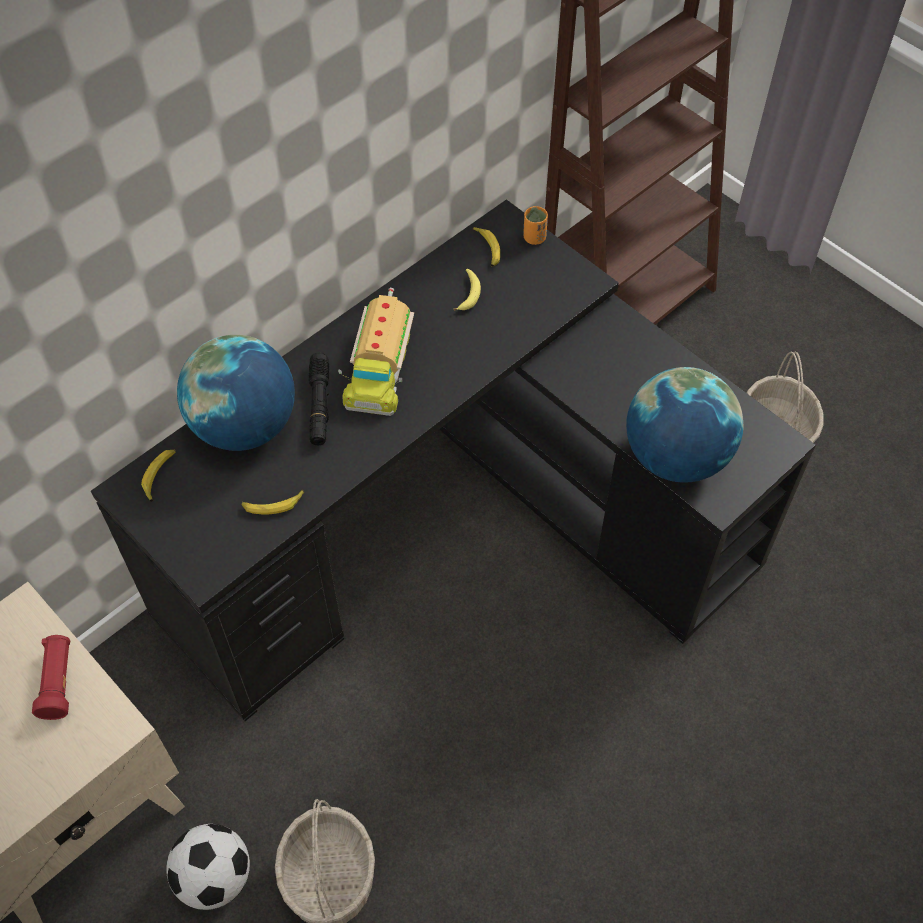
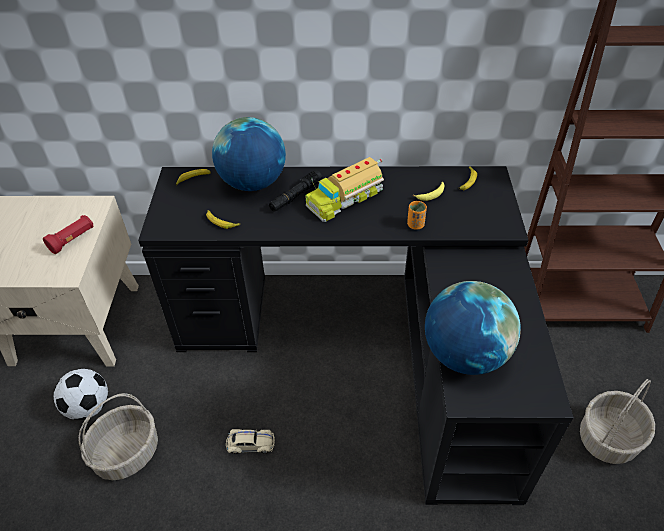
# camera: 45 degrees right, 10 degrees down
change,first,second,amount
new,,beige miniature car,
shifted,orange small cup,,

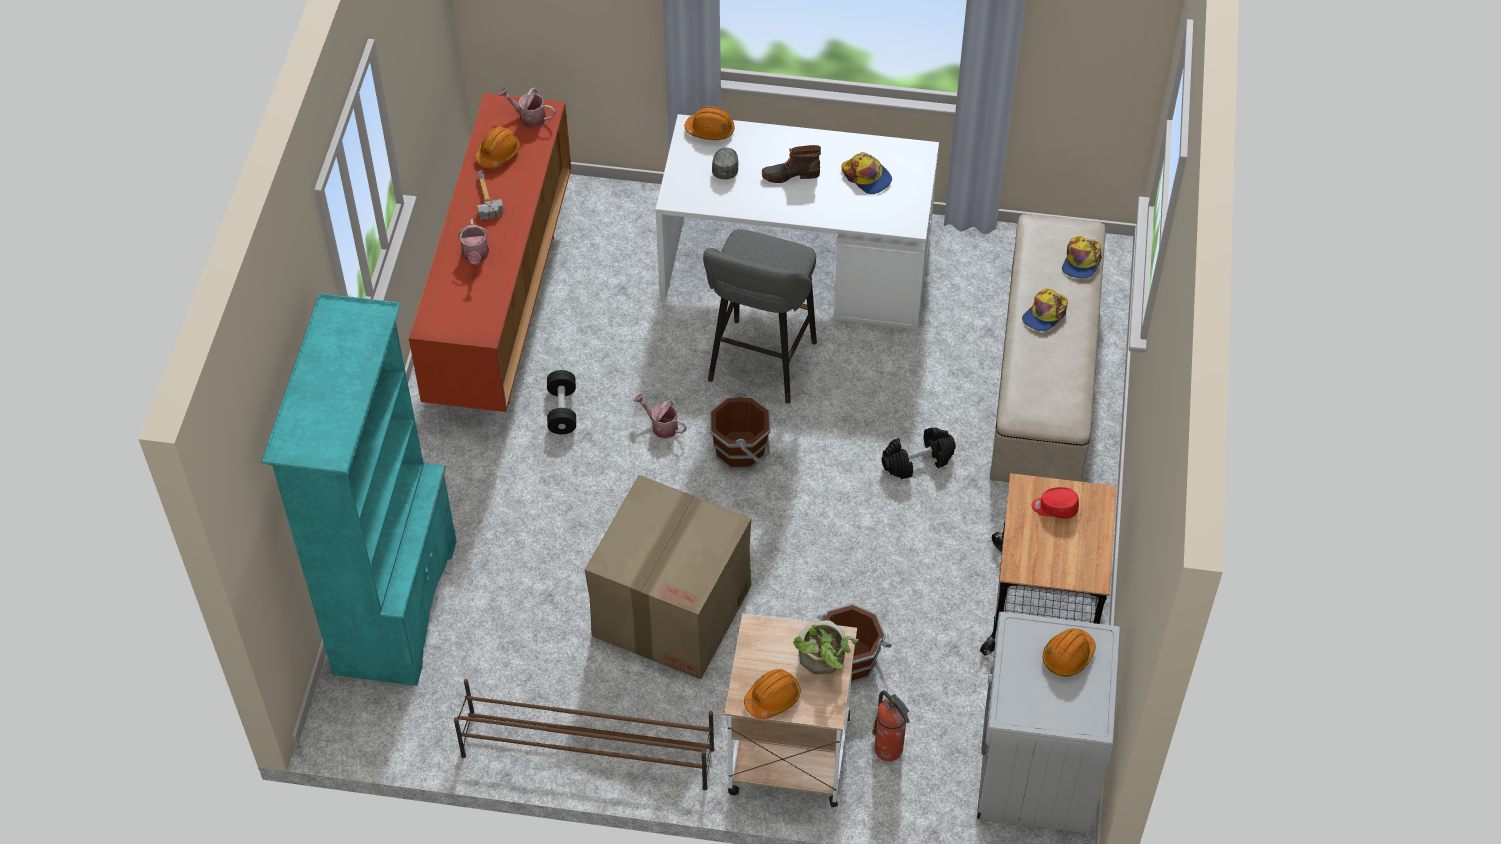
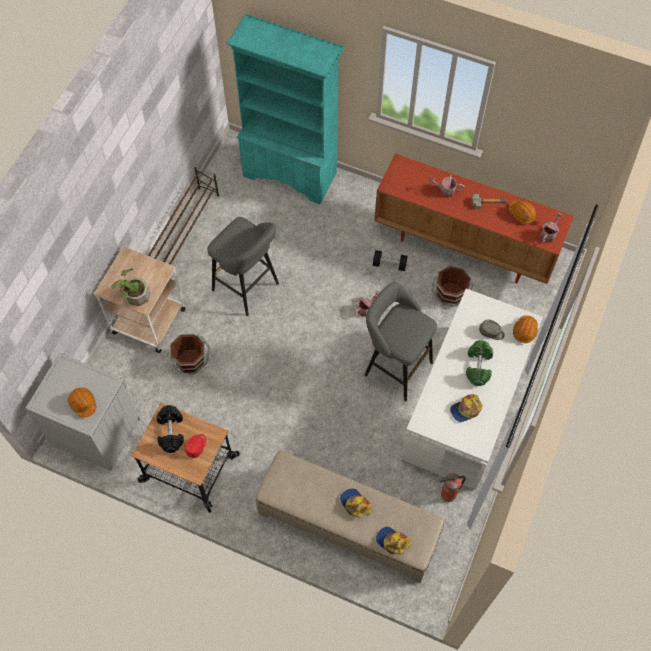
# camera: 105 degrees right, 10 degrees up
change,first,second,amount
gone,orange work helmet (no. 3 from left),,
shifted,brown bucket (no. 1 from left in the first image),brown bucket (no. 2 from left),
shifted,extinguisher,,
shifted,black-coloured dumbbell (no. 2 from left in the first image),black-coloured dumbbell (no. 1 from left),
swapped,packing box,greyish stool seat (no. 1 from left),
swapped,boot,green dumbbell,

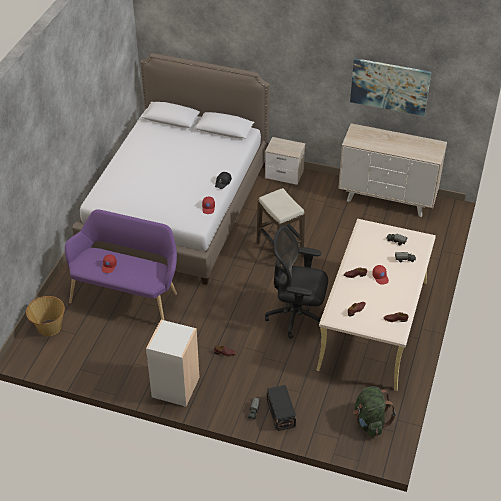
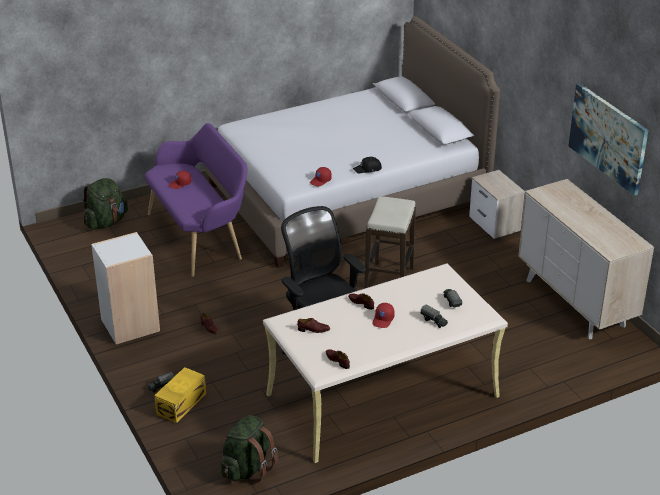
# camera: 45 degrees right, 10 degrees down
change,first,second,amount
swapped,storage basket,green knapsack (no. 1 from left),
repainted,black-coloured storage container,yellowish storage container,

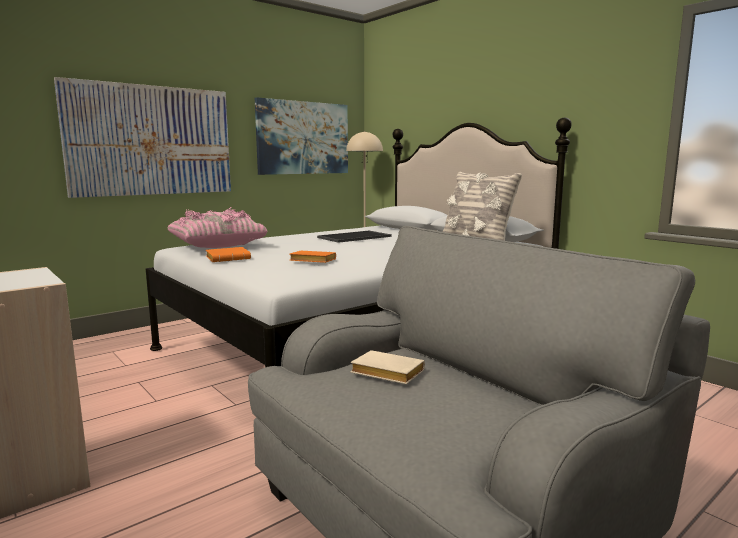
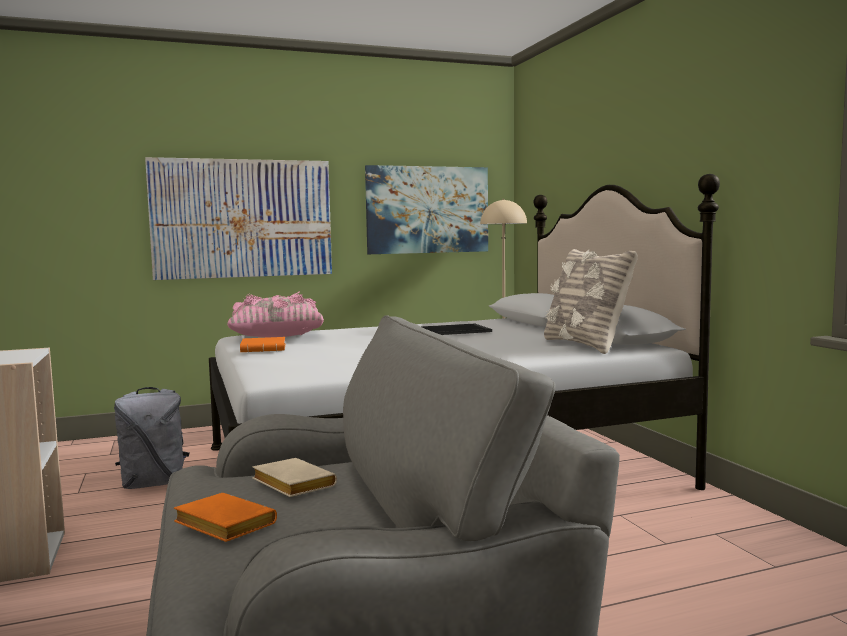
# camera: 20 degrees right, 5 degrees down
change,first,second,amount
new,,greyish knapsack,
shifted,orange volume (no. 2 from left in the first image),orange volume (no. 1 from left),

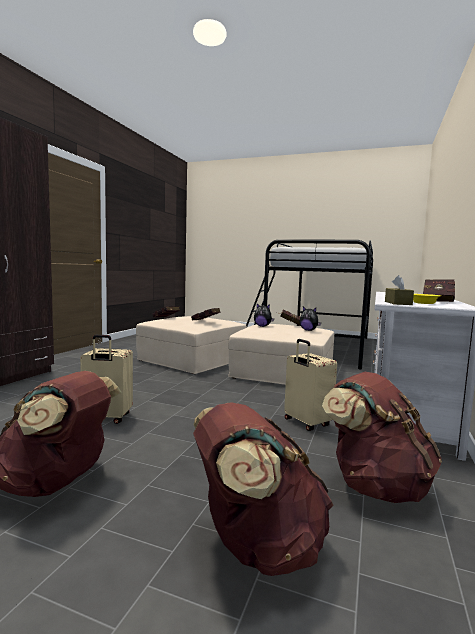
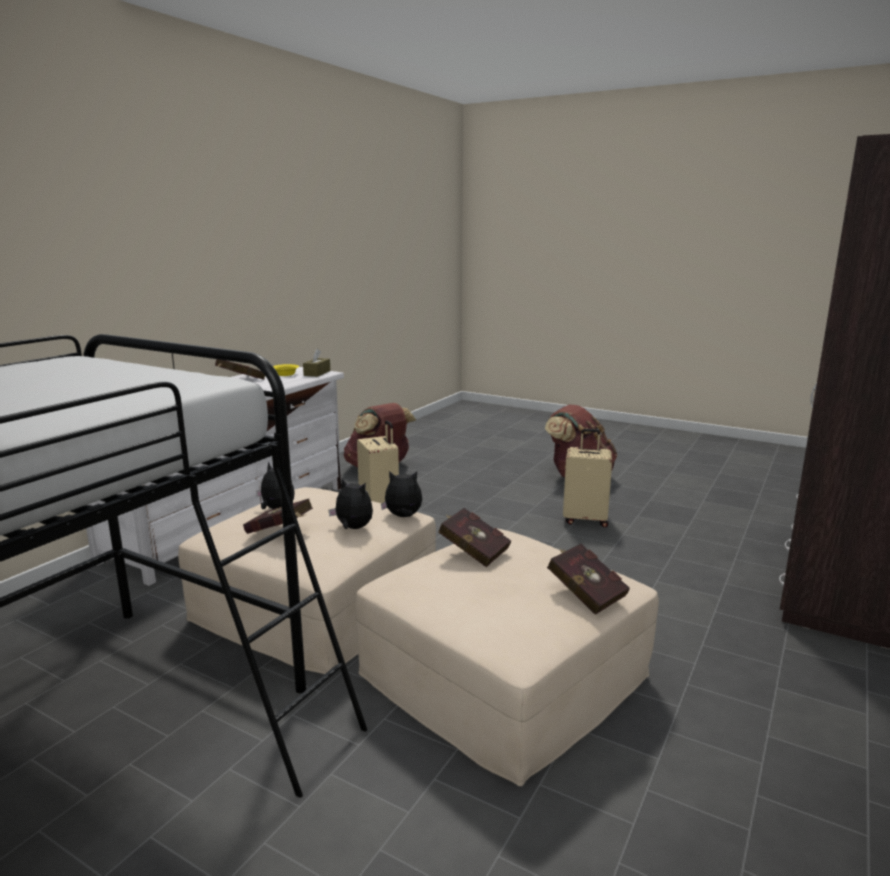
# camera: 170 degrees left, 10 degrees up
change,first,second,amount
gone,brown knapsack (no. 2 from left),,
new,,cuddly toy (no. 3 from left),

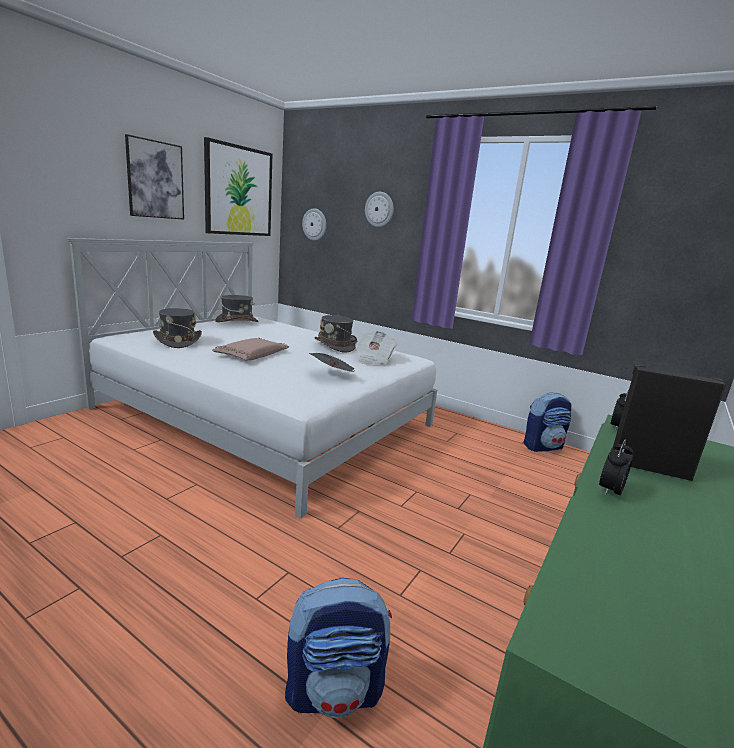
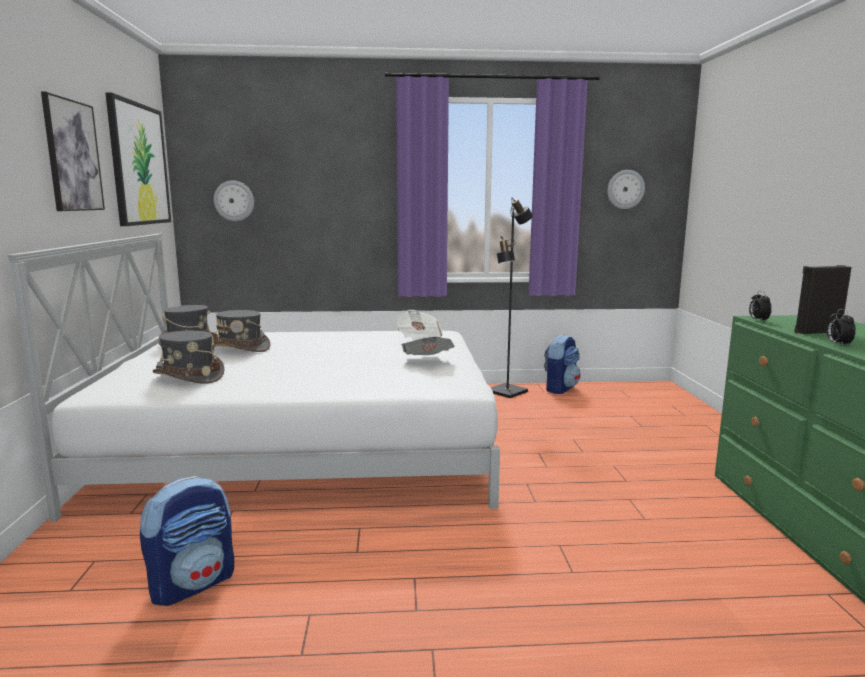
# camera: 35 degrees left, 5 degrees down
change,first,second,amount
gone,beige throw pillow,,
new,,black-coloured standing lamp,
shifted,knapsack (no. 1 from left),,
shifted,greyish wearable hat (no. 3 from left),,
shifted,wall clock (no. 2 from left),,

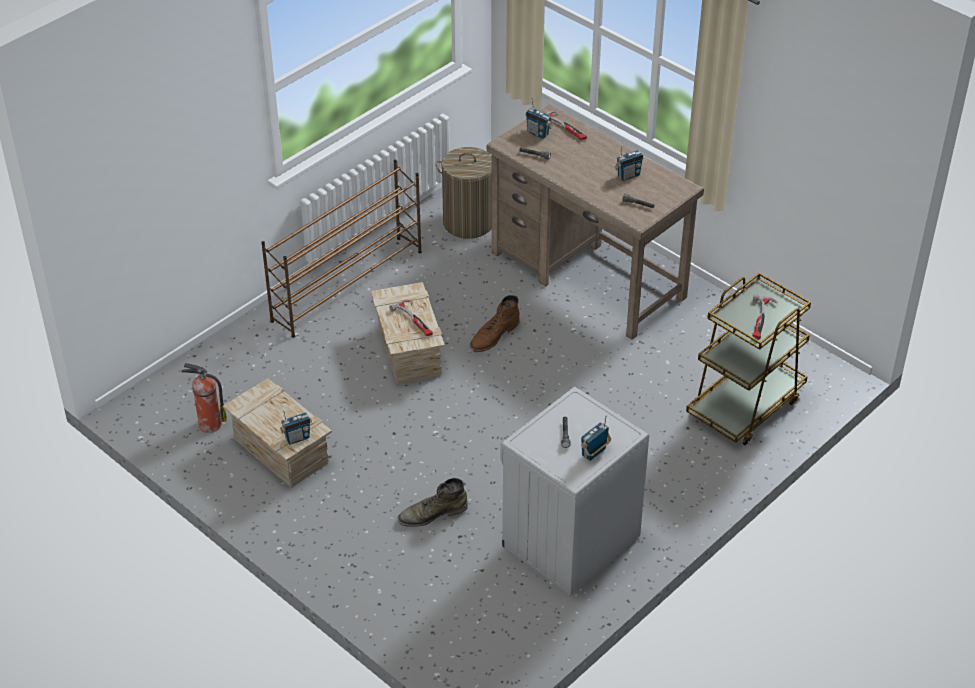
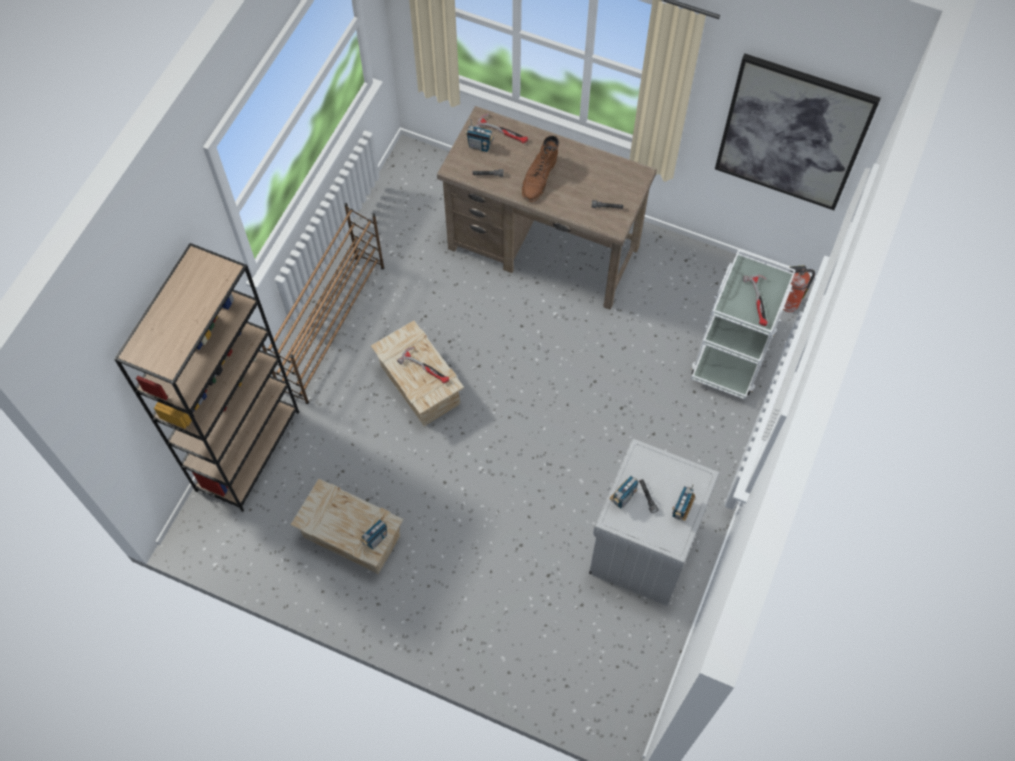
# camera: 20 degrees left, 20 degrees up
change,first,second,amount
gone,green boot,,
gone,washing basket,,
new,,beige bookshelf,
new,,wall picture,
shifted,extinguisher,,
shifted,brown boot,,
shifted,radio receiver (no. 4 from left in the first image),radio receiver (no. 3 from left),
repainted,brown trolley,white-coloured trolley,

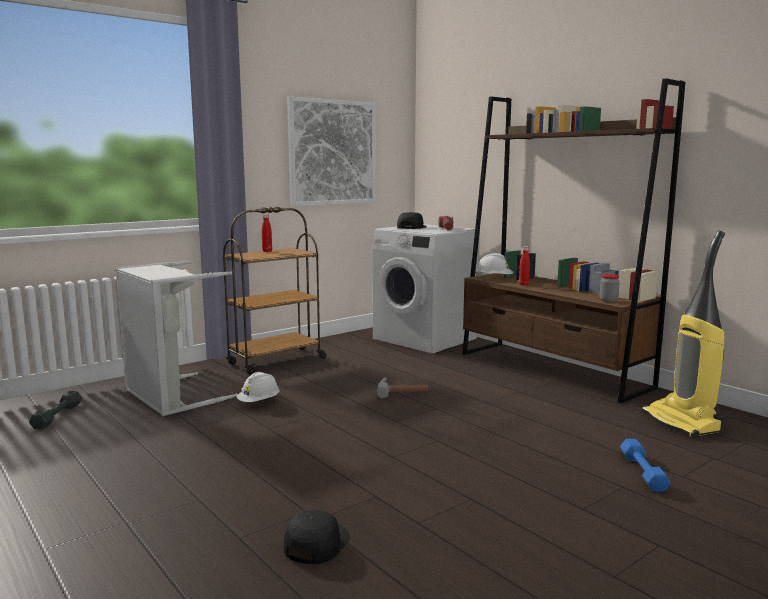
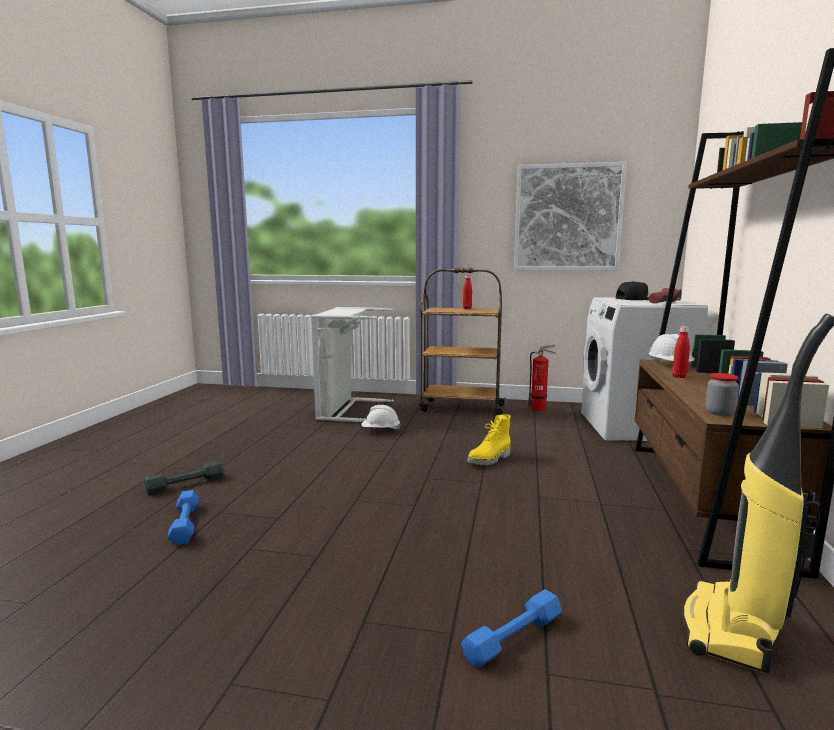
# camera: 50 degrees right, 0 degrees up
change,first,second,amount
new,,extinguisher,
shifted,greyish dumbbell,,
swapped,black-coloured peaked cap (no. 1 from left),blue-coloured dumbbell (no. 1 from left),
swapped,hammer,yellowish boot,

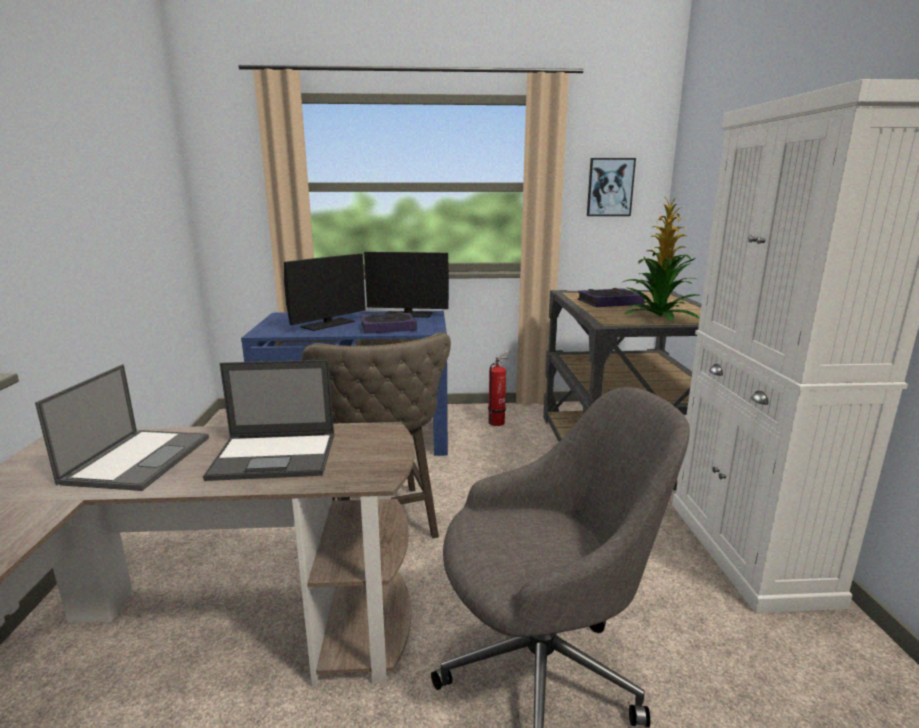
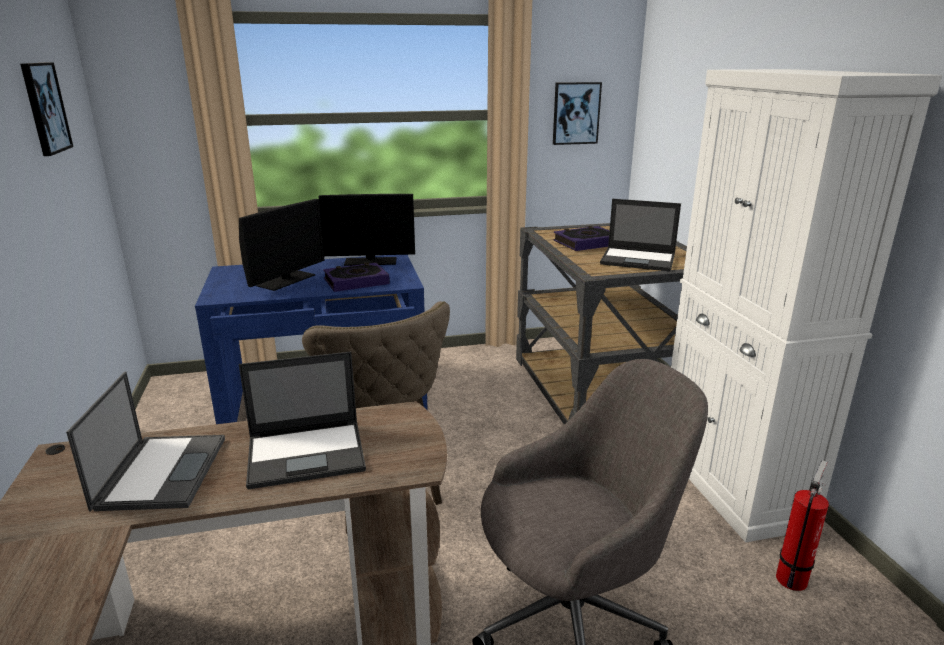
# camera: 10 degrees left, 5 degrees up
change,first,second,amount
new,,wall picture (no. 1 from left),
shifted,extinguisher,,
swapped,potted plant,portable computer (no. 3 from left),

